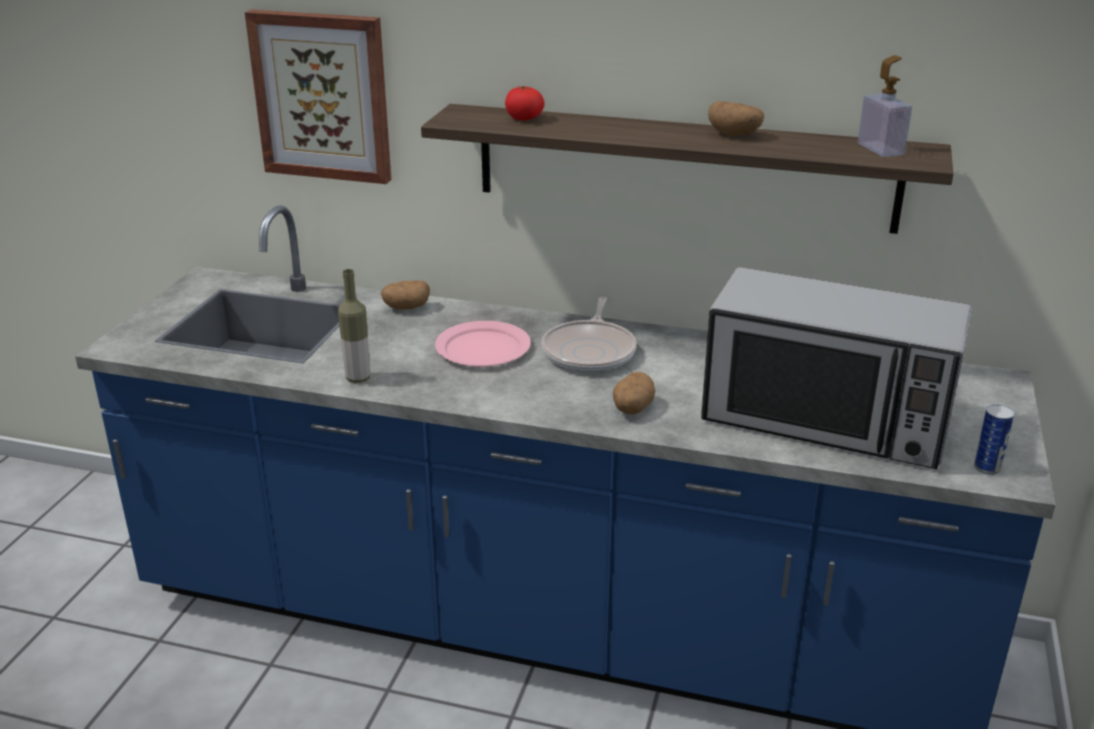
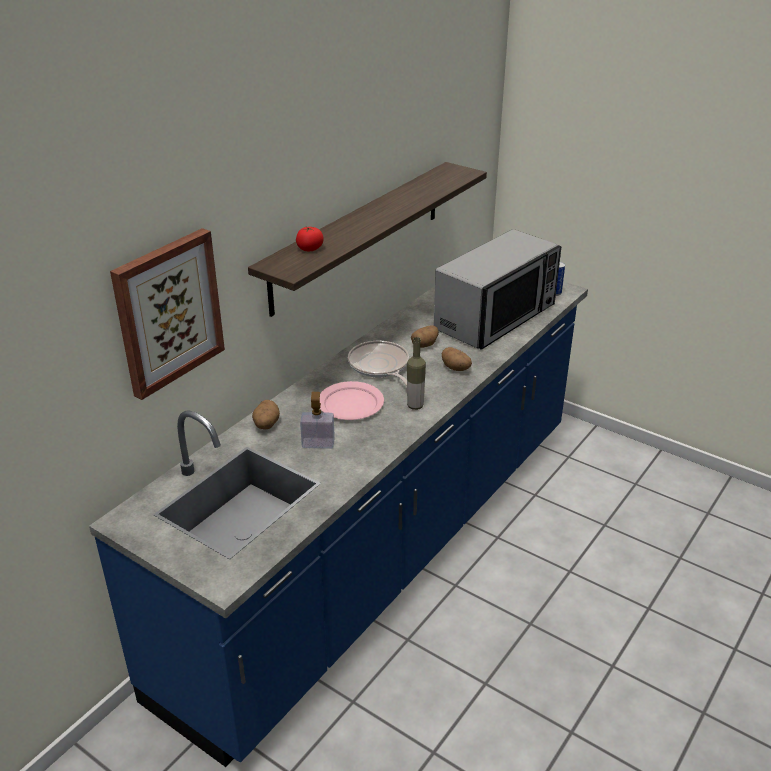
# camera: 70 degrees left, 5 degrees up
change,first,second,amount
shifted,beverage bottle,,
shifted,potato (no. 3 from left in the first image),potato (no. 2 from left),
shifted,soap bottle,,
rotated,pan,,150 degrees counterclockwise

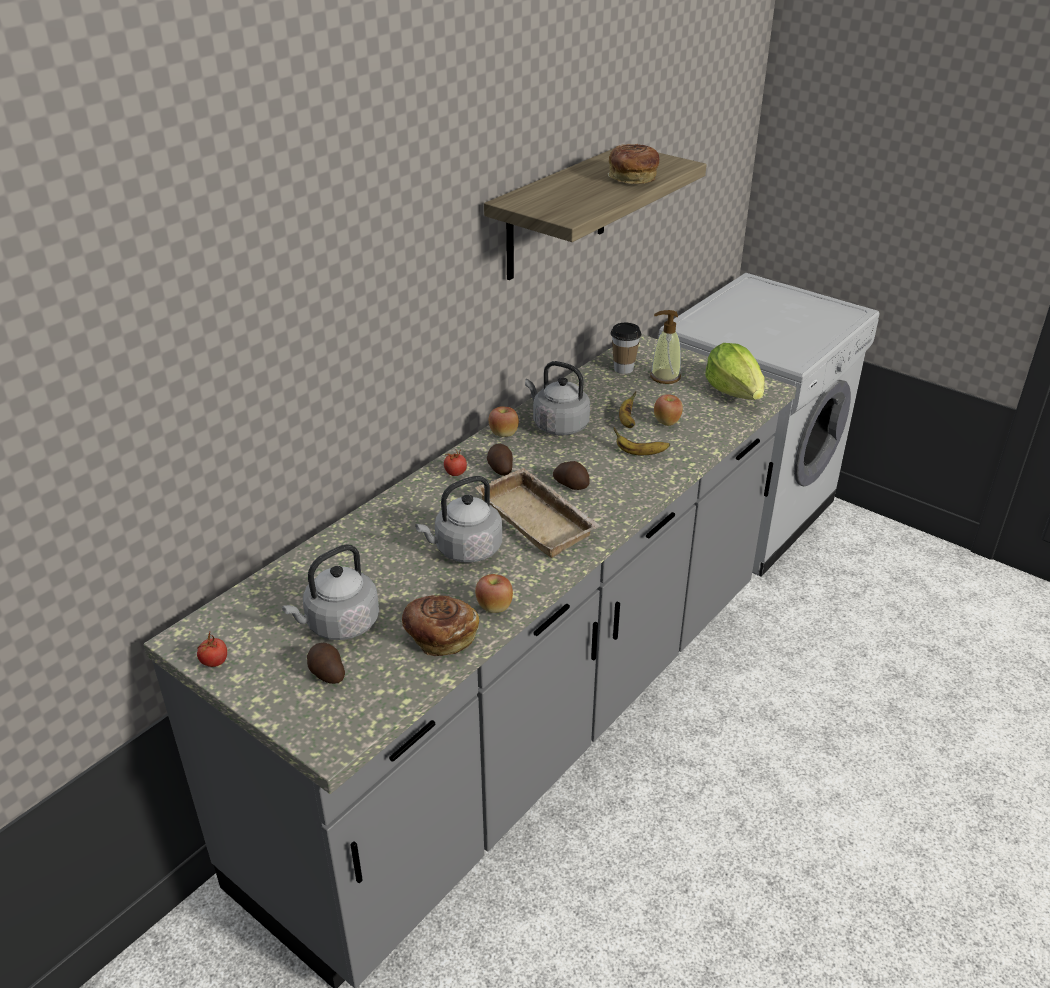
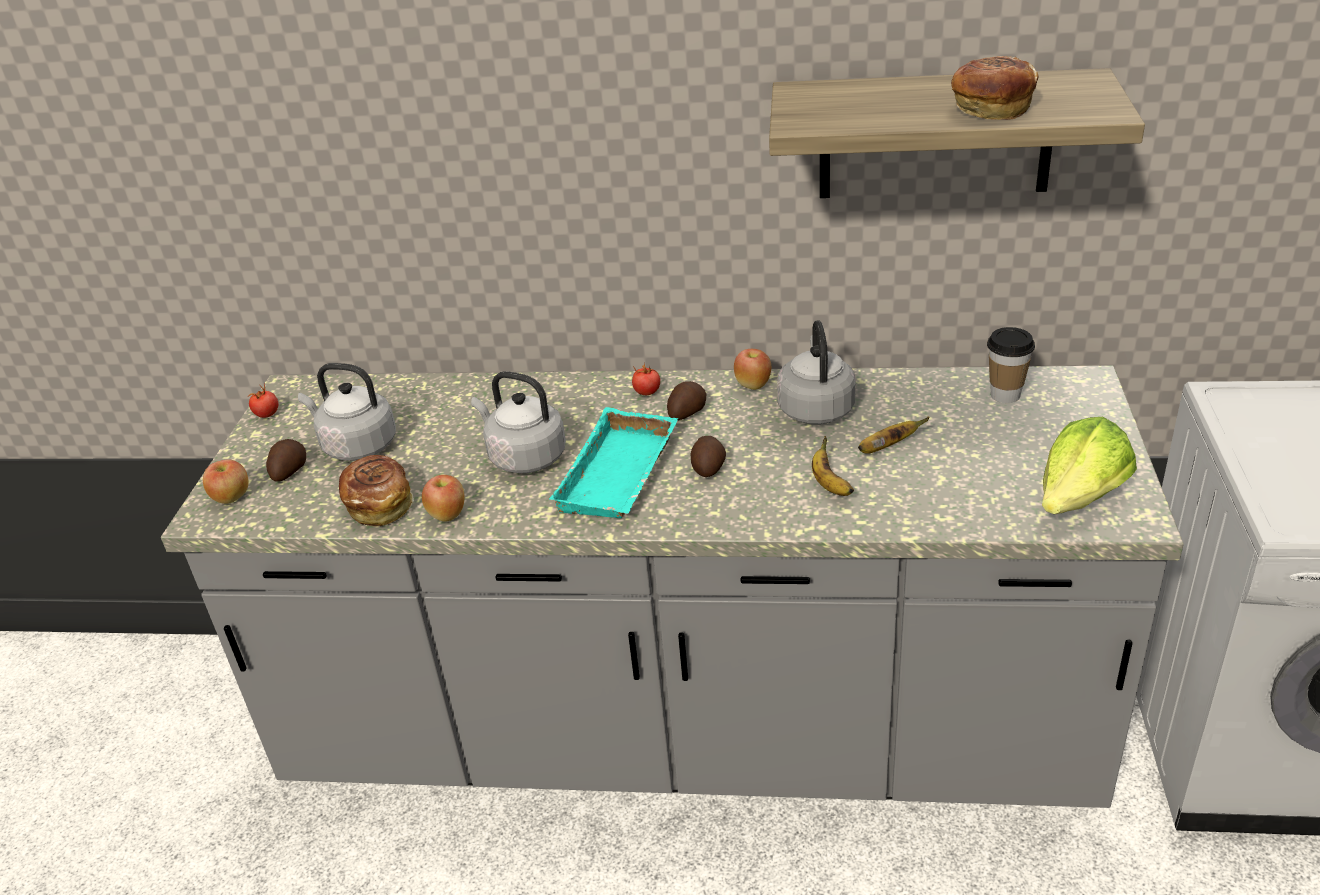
# camera: 60 degrees right, 0 degrees up
change,first,second,amount
gone,soap bottle,,
shifted,apple fruit (no. 3 from left in the first image),apple fruit (no. 1 from left),
repainted,beige carrying tray,blue-green carrying tray,

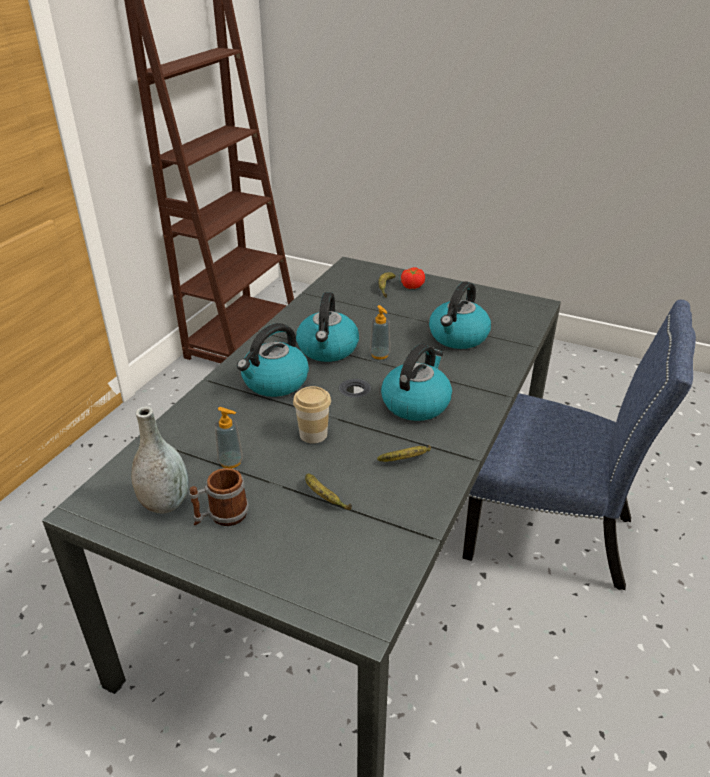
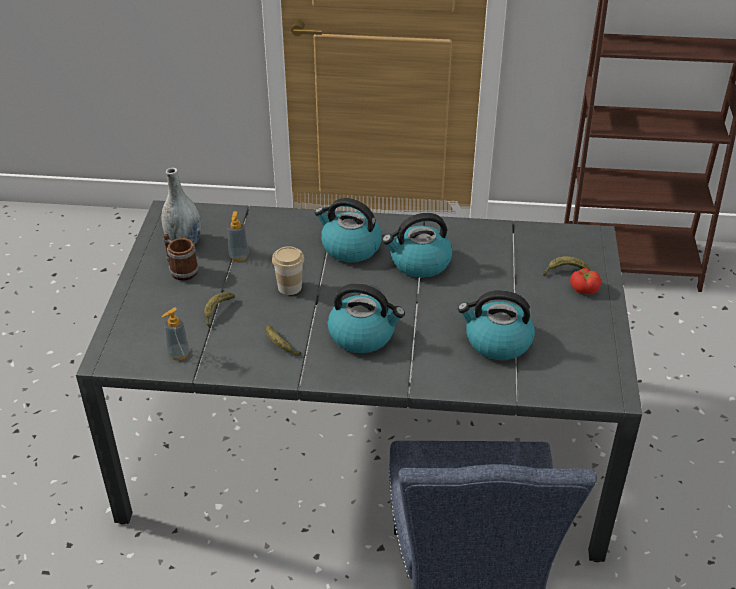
# camera: 70 degrees right, 5 degrees up
change,first,second,amount
shifted,soap bottle (no. 2 from left in the first image),soap bottle (no. 1 from left),

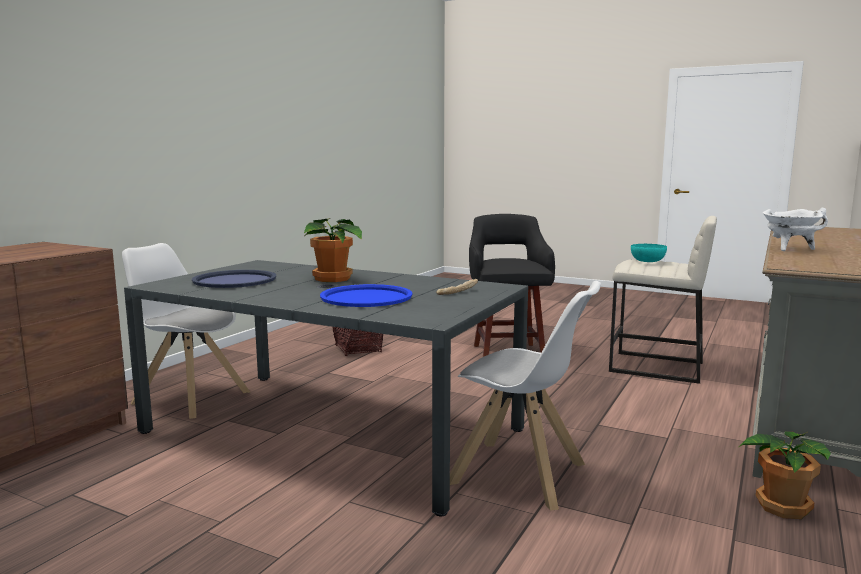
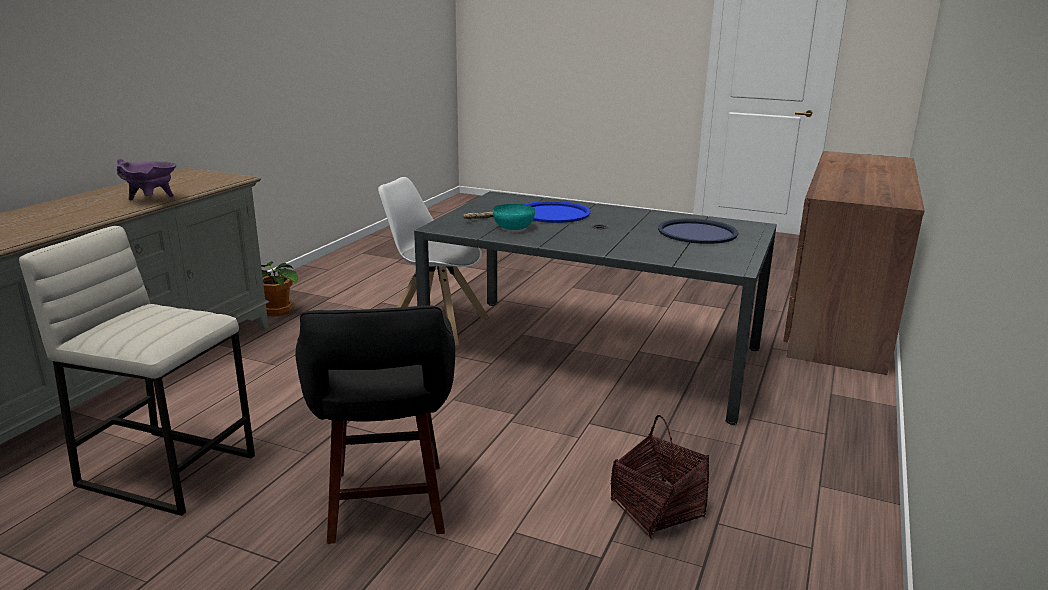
# camera: 175 degrees right, 10 degrees up
change,first,second,amount
gone,chair (no. 1 from left),,
gone,potted plant (no. 1 from left),,
shifted,blue-green serving bowl,,
repainted,white-coloured saucepot,purple-coloured saucepot,

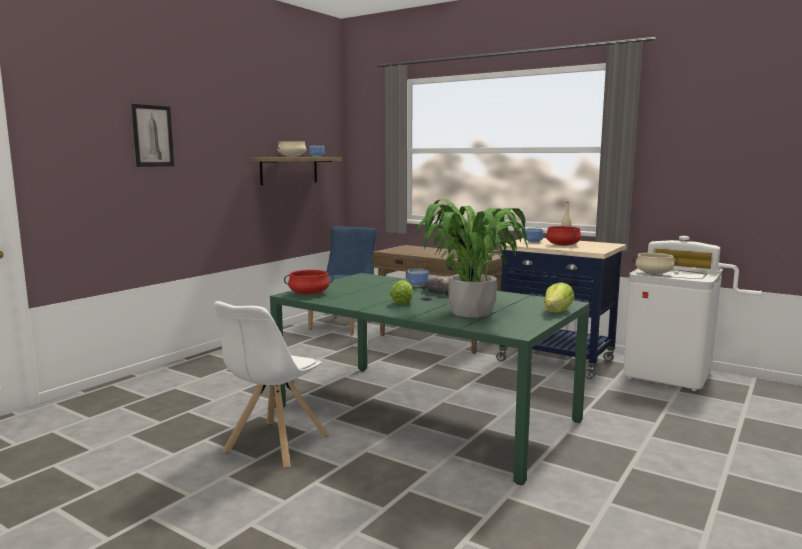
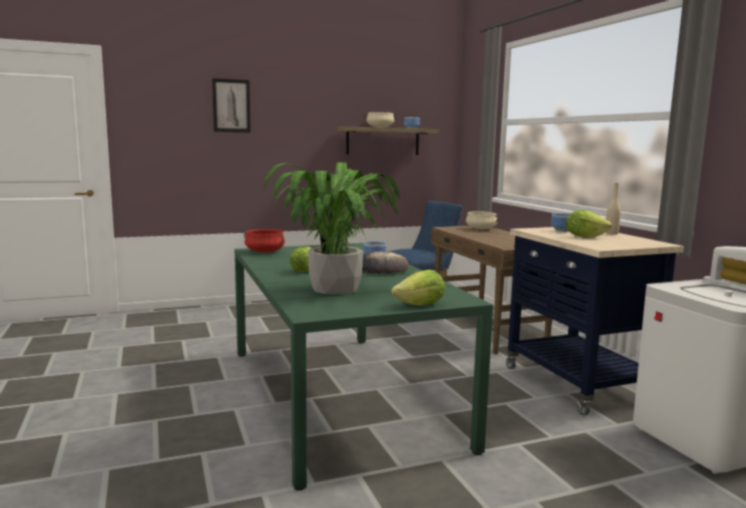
# camera: 35 degrees right, 0 degrees up
change,first,second,amount
gone,white-coloured chair,,
shifted,beige saucepot (no. 2 from left),,
swapped,red-coloured saucepot (no. 2 from left),lettuce head (no. 3 from left),

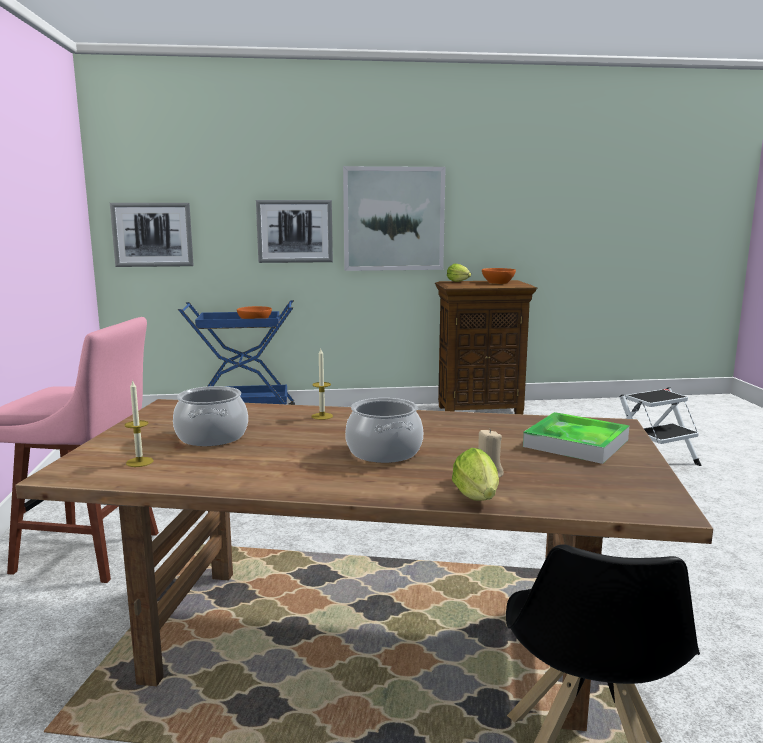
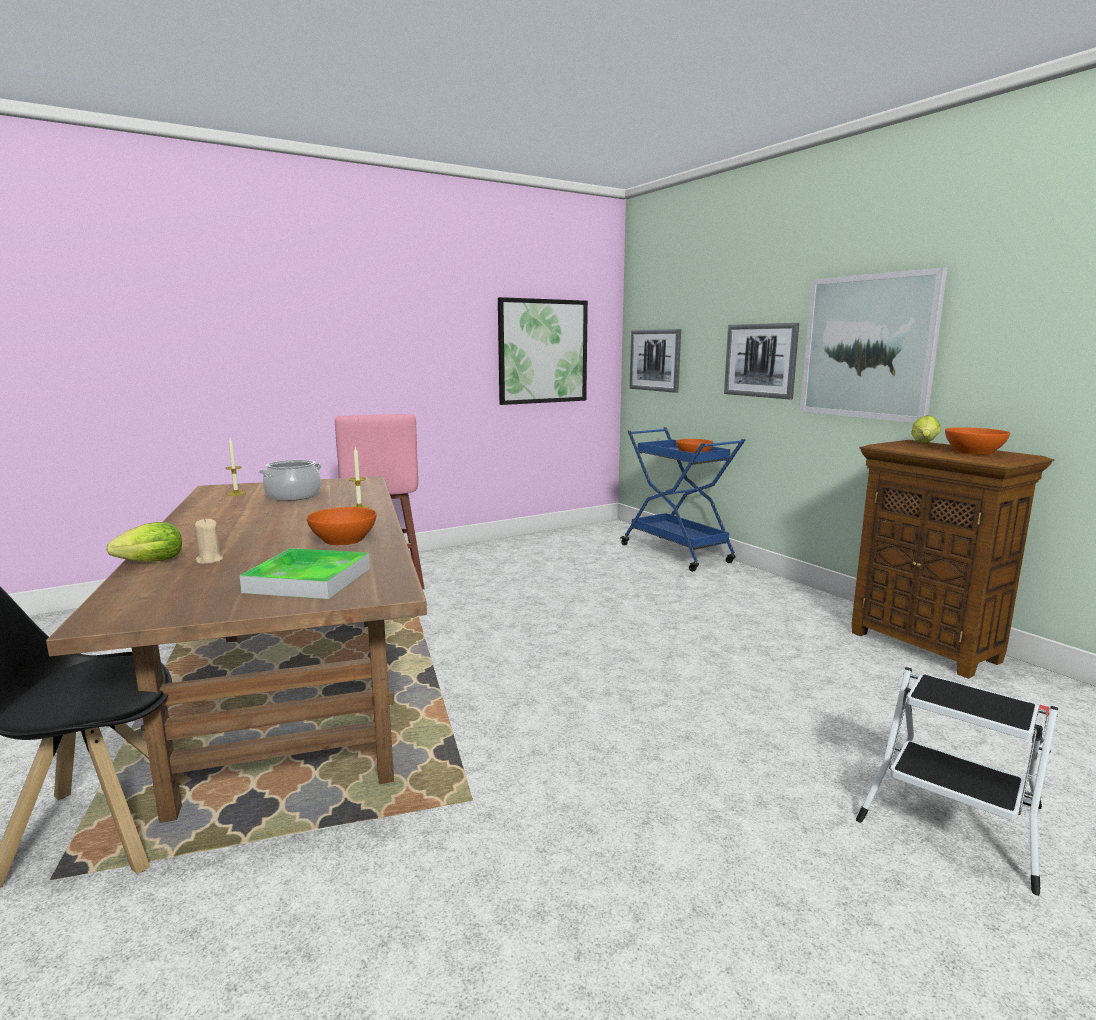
# camera: 65 degrees right, 0 degrees up
change,first,second,amount
gone,saucepot (no. 2 from left),,
new,,orange serving bowl (no. 1 from left),
new,,wall picture (no. 1 from left),

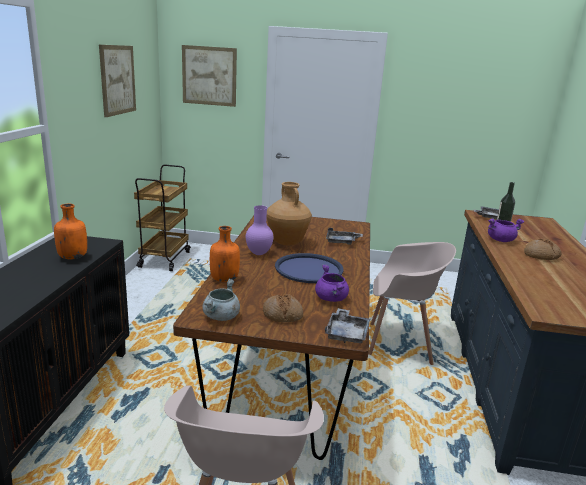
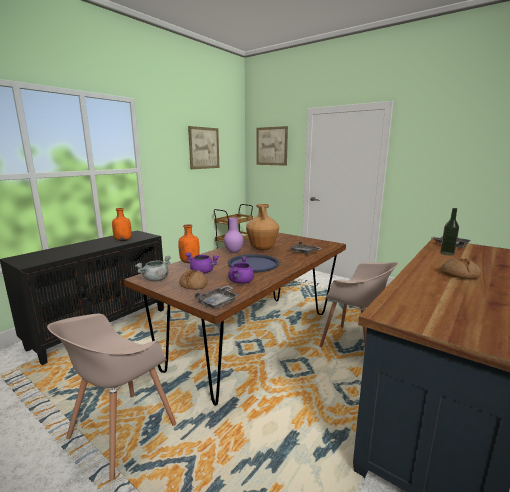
# camera: 30 degrees right, 5 degrees down
change,first,second,amount
shifted,purple-coloured saucepot (no. 2 from left in the first image),purple-coloured saucepot (no. 1 from left),

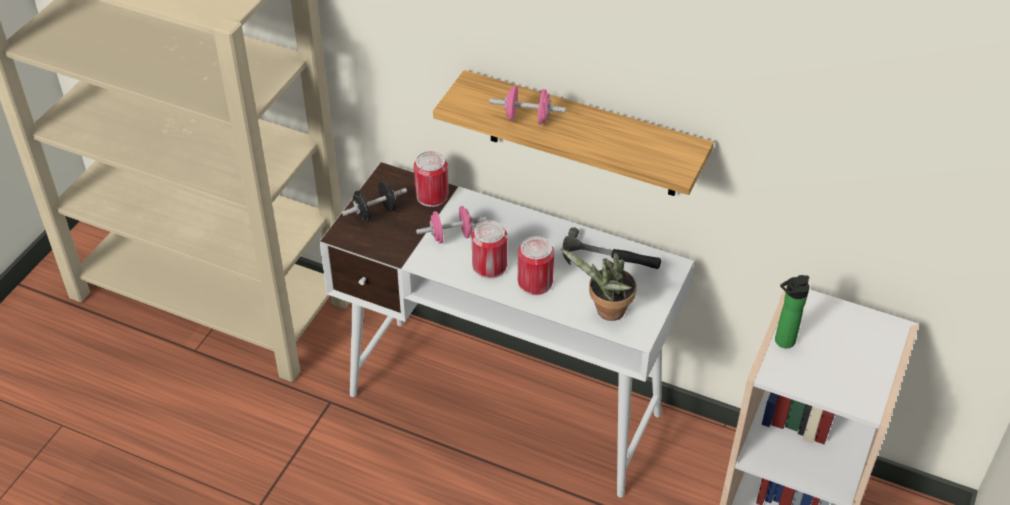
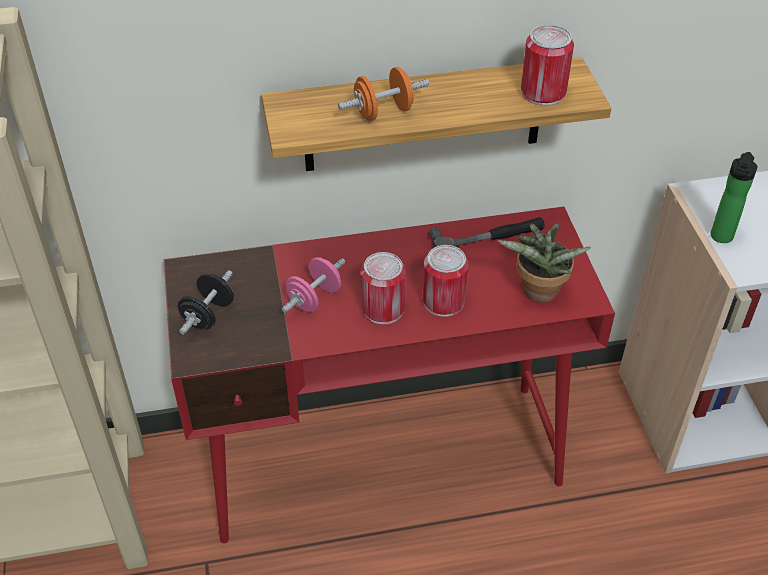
# camera: 35 degrees left, 0 degrees up
change,first,second,amount
shifted,can (no. 1 from left in the first image),can (no. 3 from left),
repainted,white-coloured desk unit,red-coloured desk unit,
repainted,pinkish dumbbell (no. 2 from left),orange dumbbell,

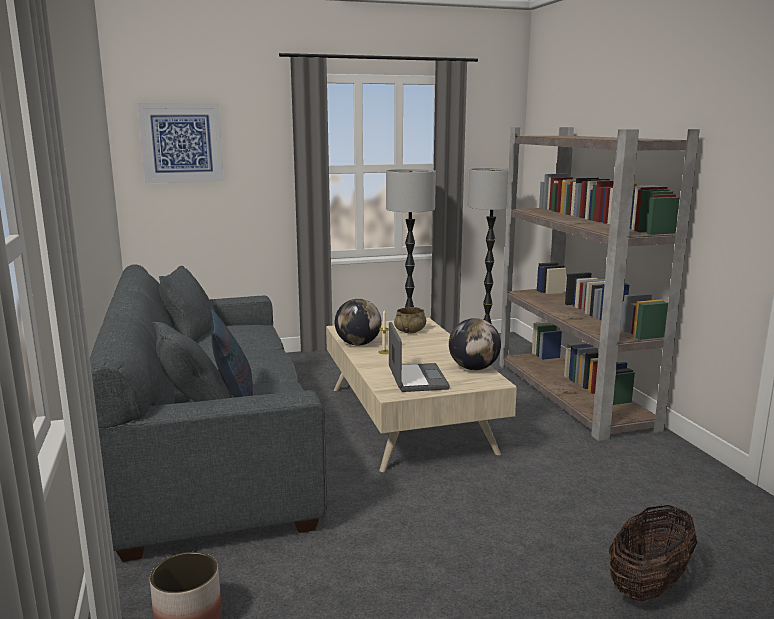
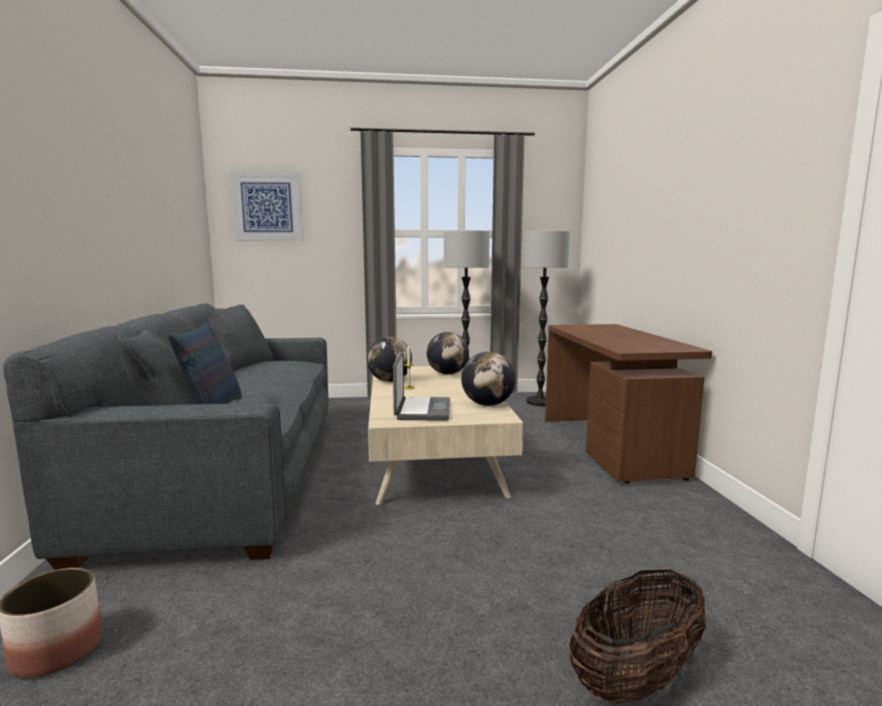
# camera: 10 degrees right, 5 degrees down
change,first,second,amount
swapped,beige serving bowl,globe (no. 2 from left),
swapped,brown bookshelf,brown desk unit,

